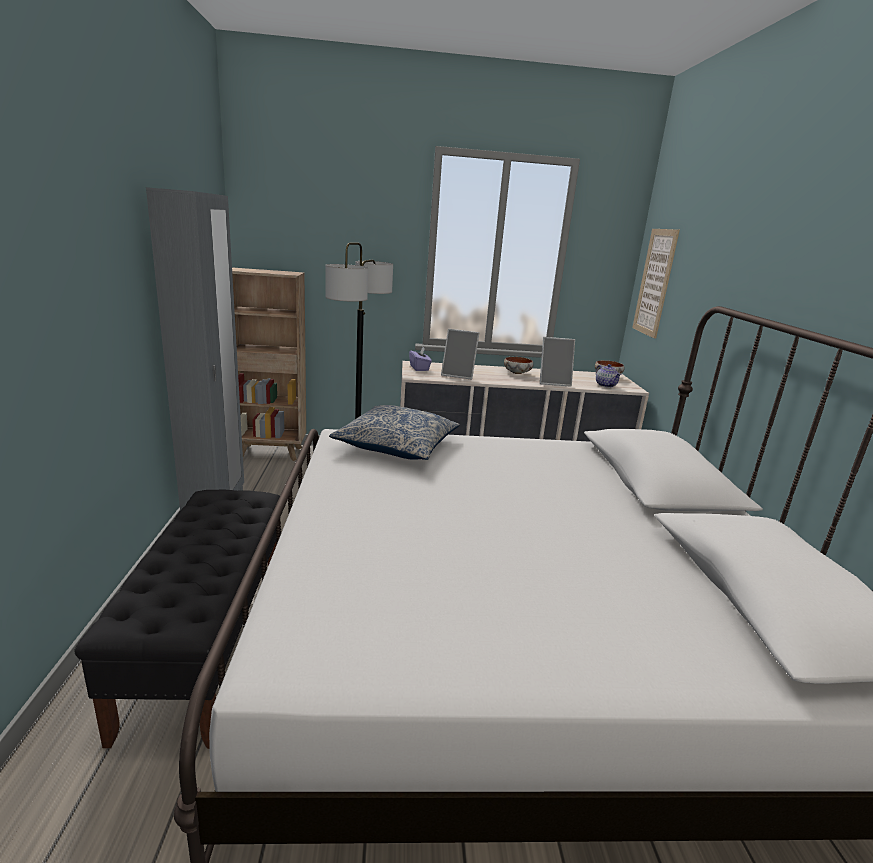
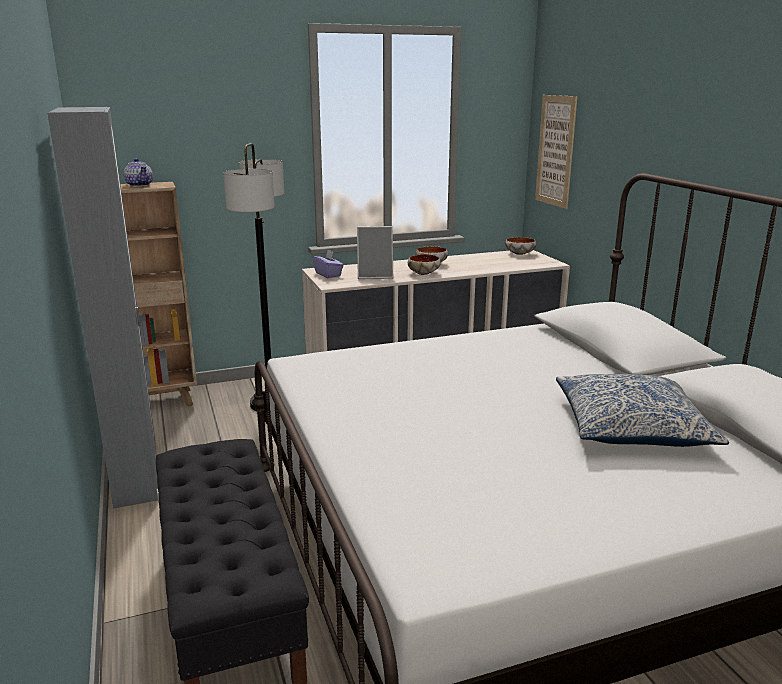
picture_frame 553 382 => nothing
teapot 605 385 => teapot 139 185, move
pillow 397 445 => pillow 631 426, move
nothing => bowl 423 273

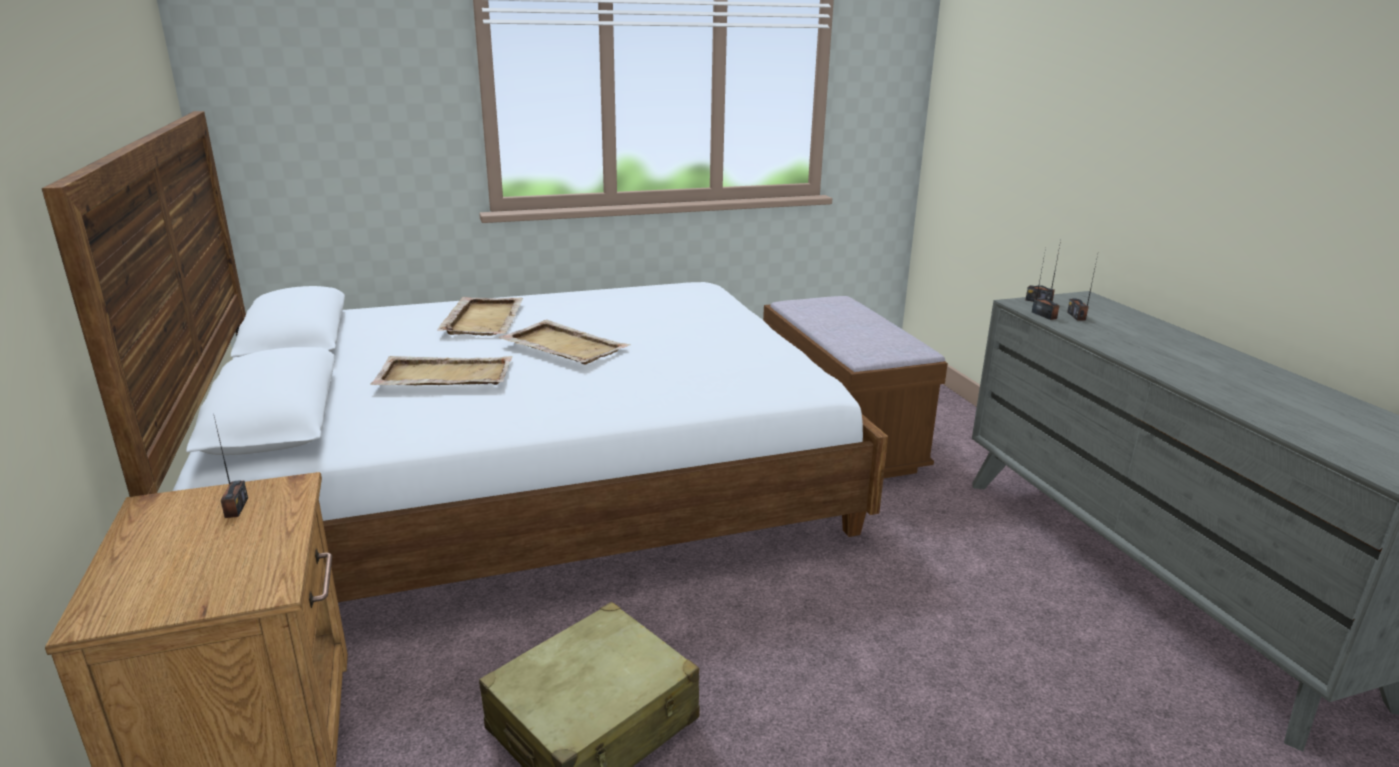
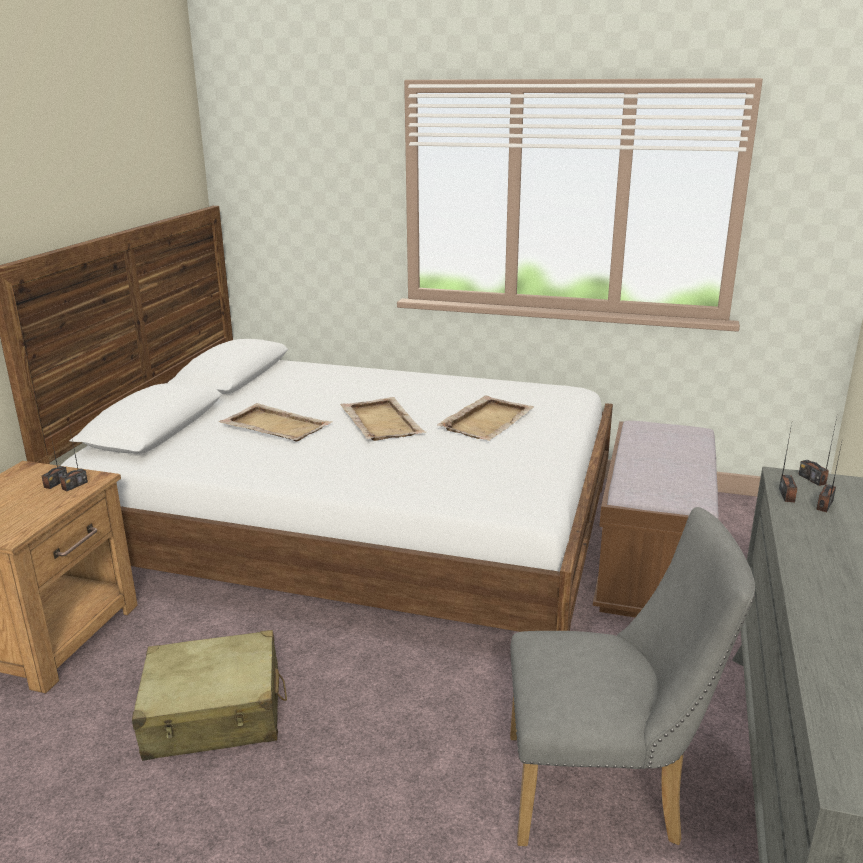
beige_tray 483 319 => beige_tray 487 421, move
nothing => radio 74 485
nothing => grey_chair 605 790

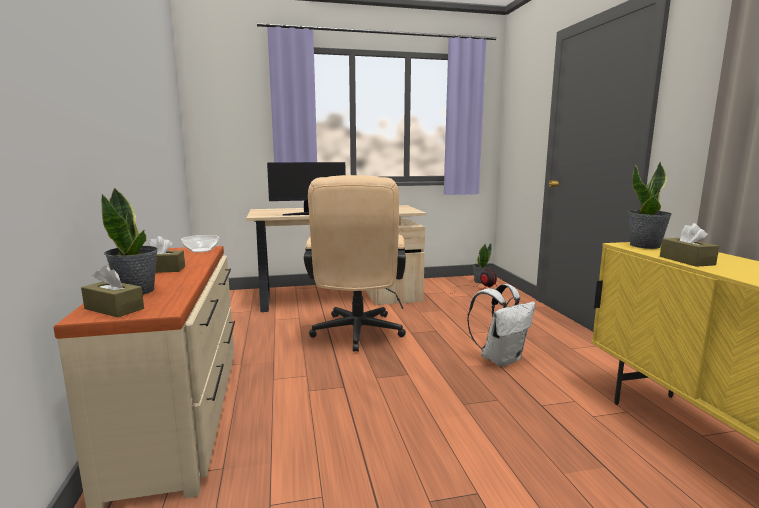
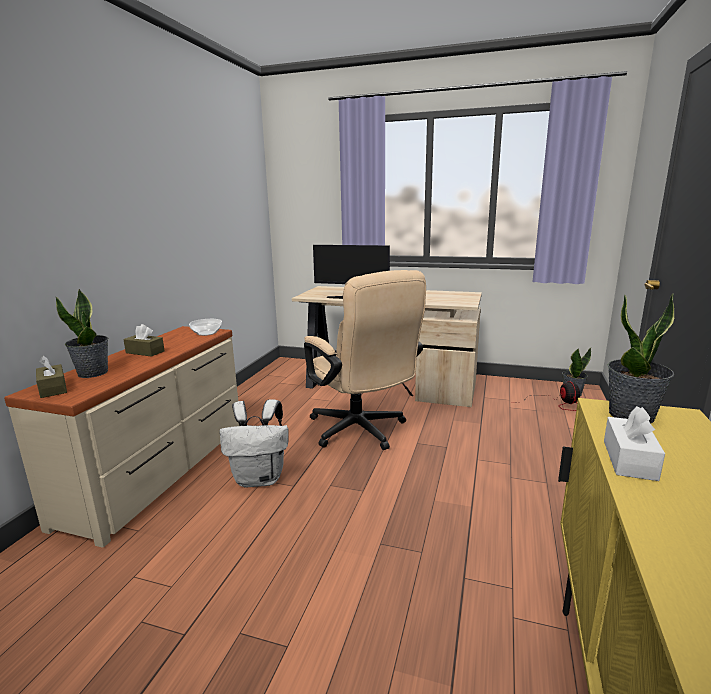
beige_office_chair 357 335 => beige_office_chair 362 432, 60 degrees counterclockwise
brown_tissue_box 686 260 => white_tissue_box 629 460
white_backpack 500 359 => white_backpack 260 478, move

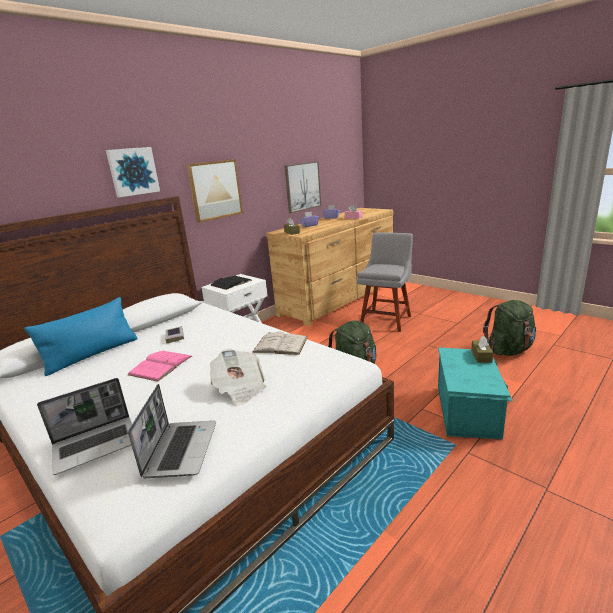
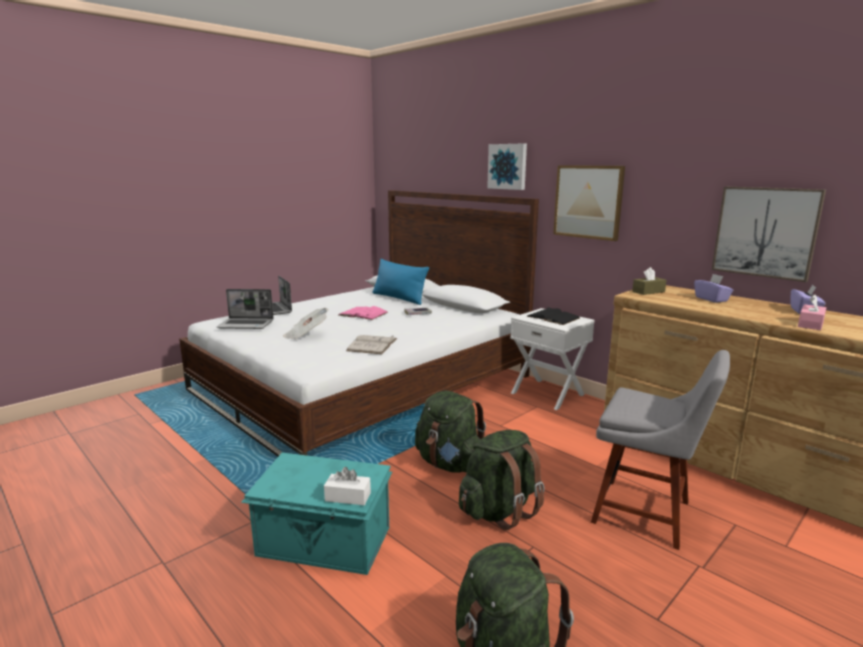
brown_tissue_box 481 356 => white_tissue_box 348 497
nothing => green_backpack 499 510

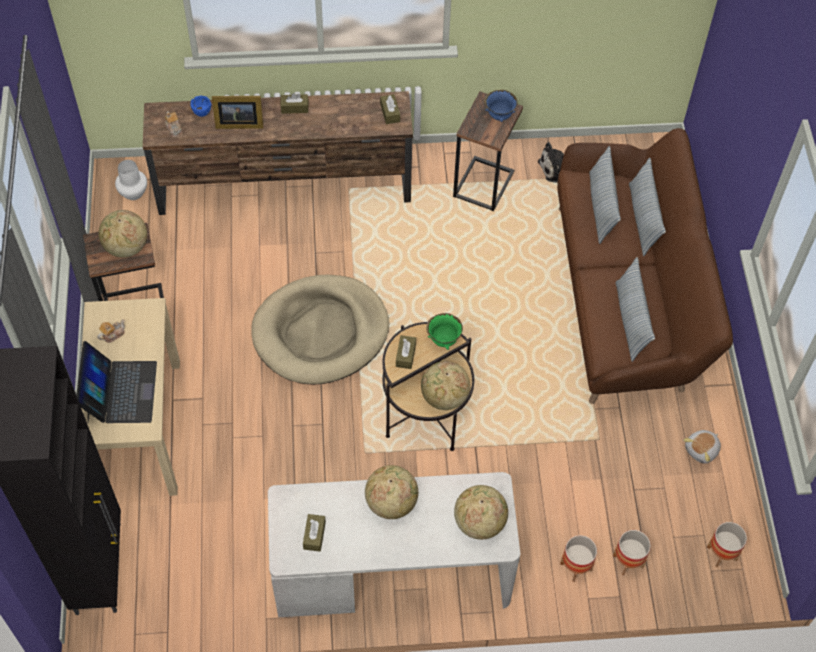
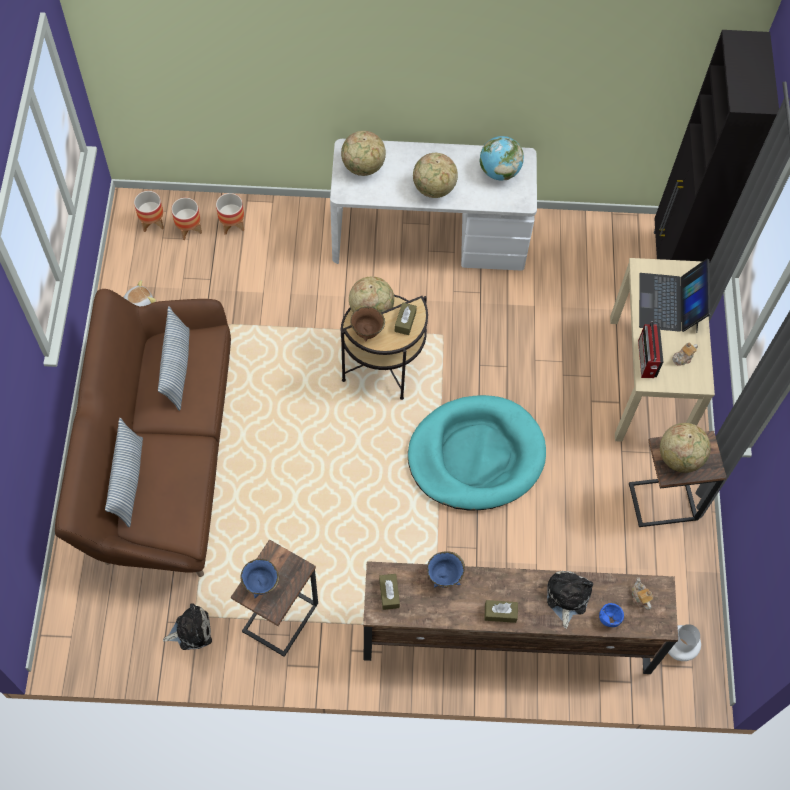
picture_frame 238 123 => plush_toy 566 597
pillow 601 207 => nothing
beige_dog_bed 320 332 => turquoise_dog_bed 476 455
green_bowl 444 340 => brown_bowl 367 332
brown_tissue_box 314 535 => globe 499 171
planter 576 567 => planter 189 229, move
nothing => radio 646 360
nothing => blue_bowl 444 577

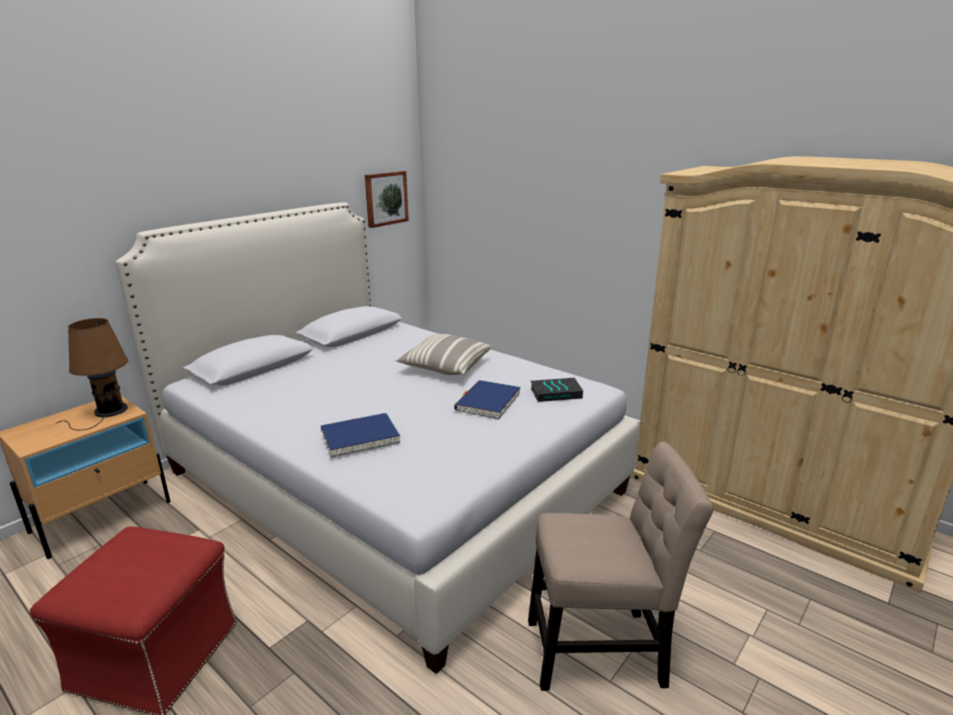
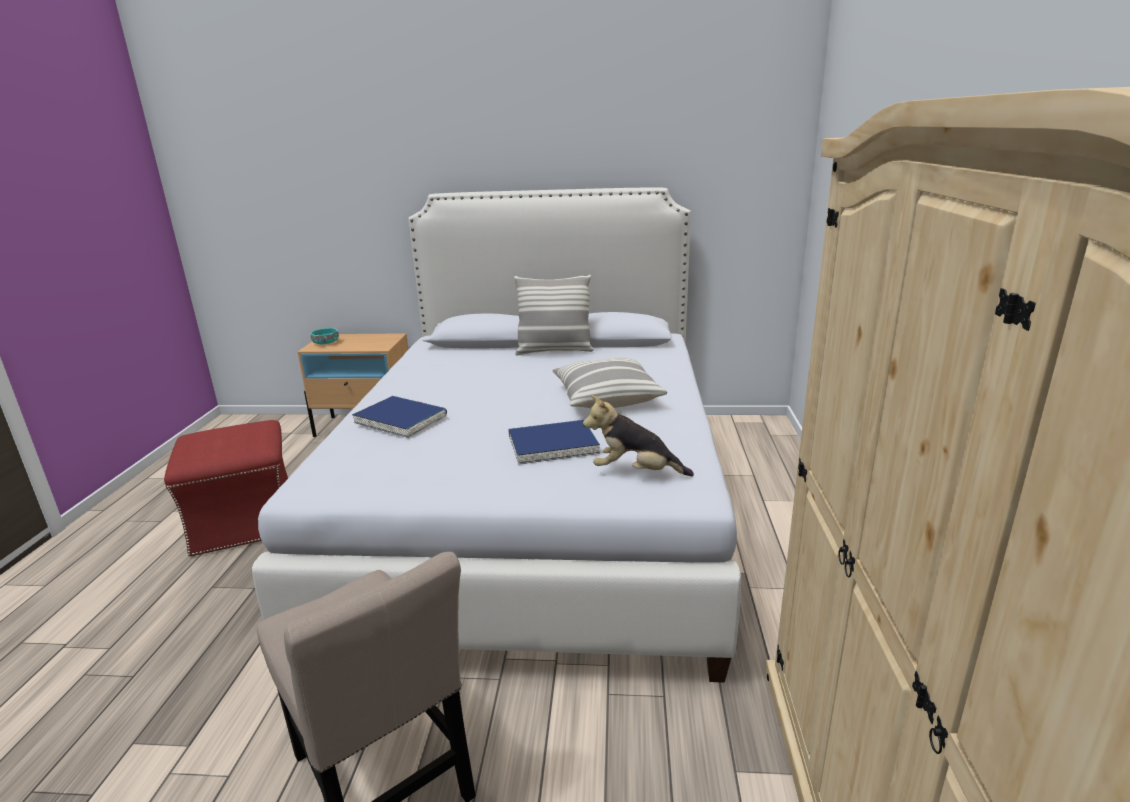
picture 385 198 => nothing
brown_table_lamp 107 412 => nothing
book 556 393 => plush_toy 635 472
nothing => pillow 554 351
nothing => turquoise_bowl 325 343

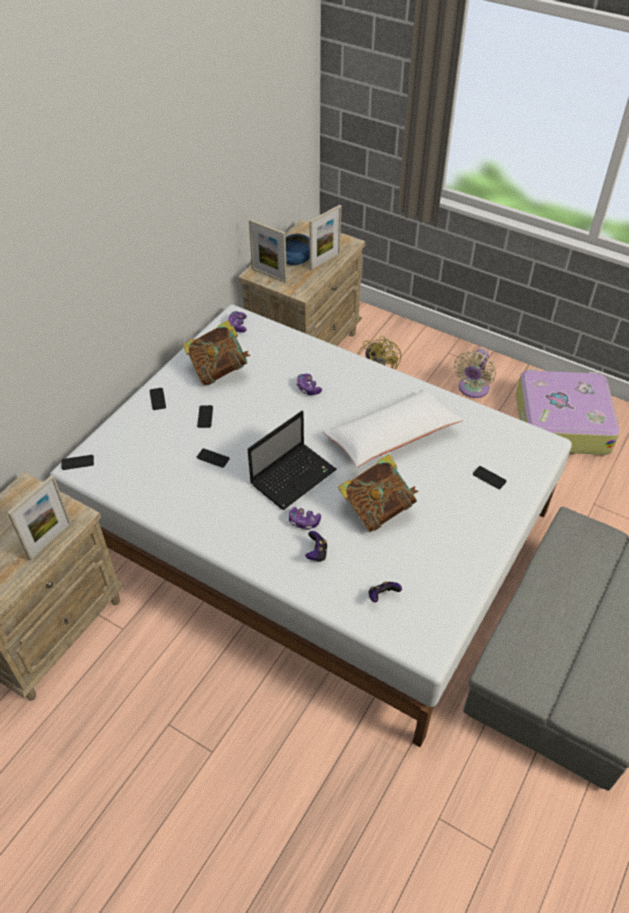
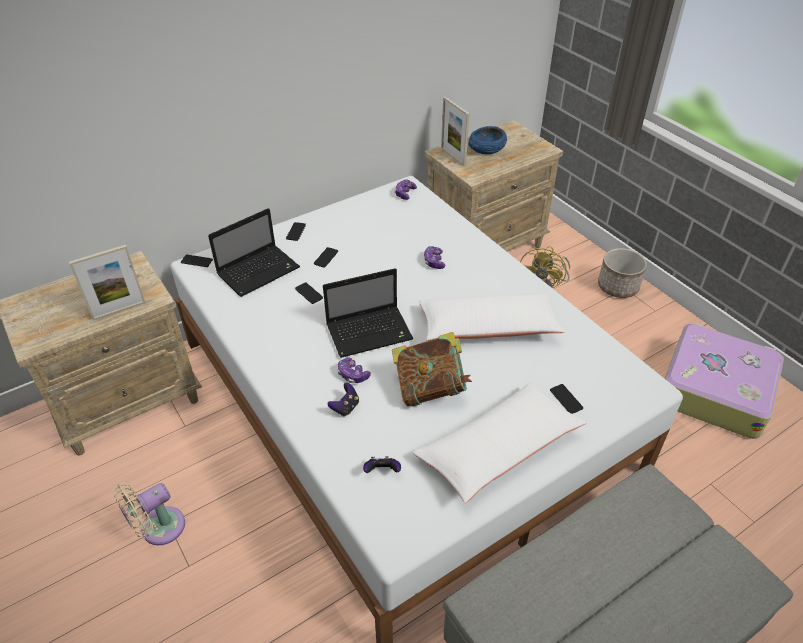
picture_frame 325 261 => nothing
book 219 370 => nothing
beige_fan 472 389 => beige_fan 158 529, move
nothing => laptop 259 270
nothing => planter 618 286
nothing => white_pillow 498 449

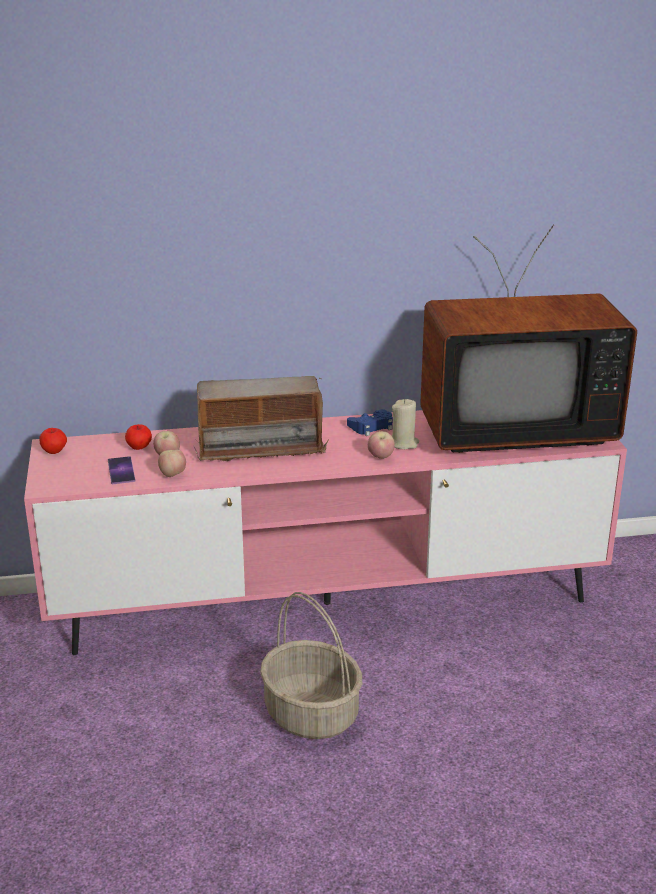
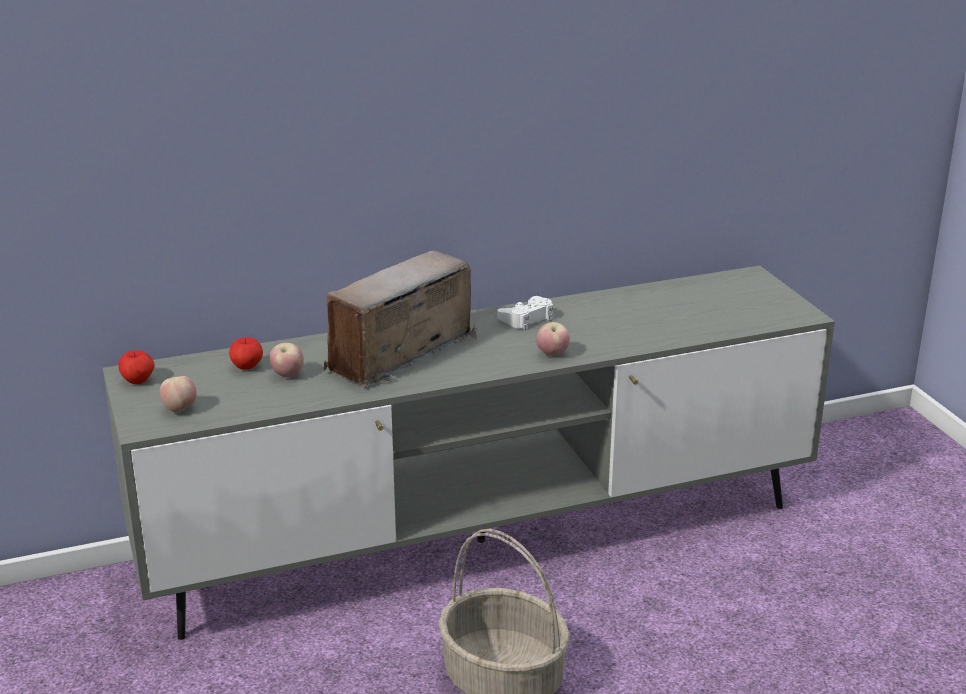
television 511 429 => nothing
radio 260 448 => radio 401 355, 150 degrees clockwise
beige_candle 403 443 => nothing
blue_game_controller 371 427 => white_game_controller 527 318
pink_tv_stand 327 603 => grey_tv_stand 481 541
apple 172 475 => apple 180 409, move
phone 121 470 => nothing

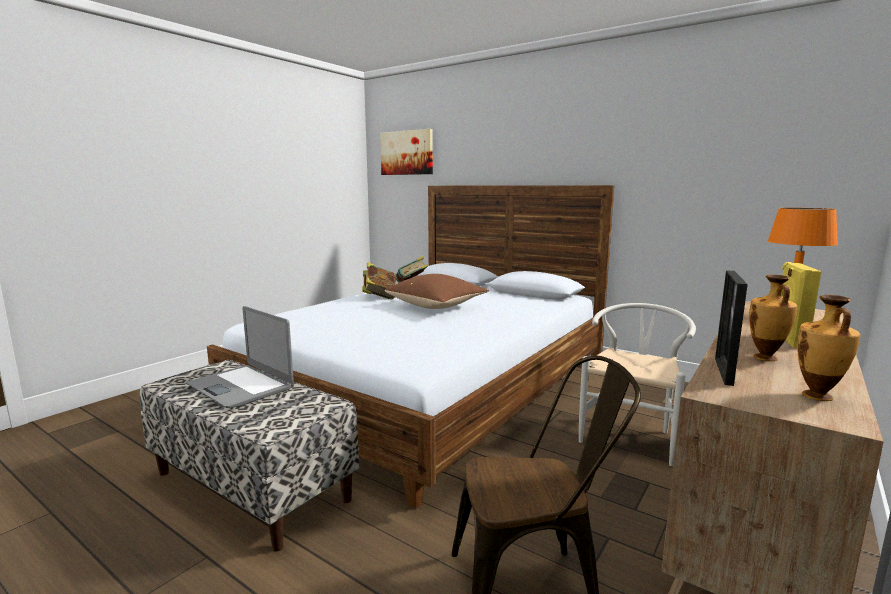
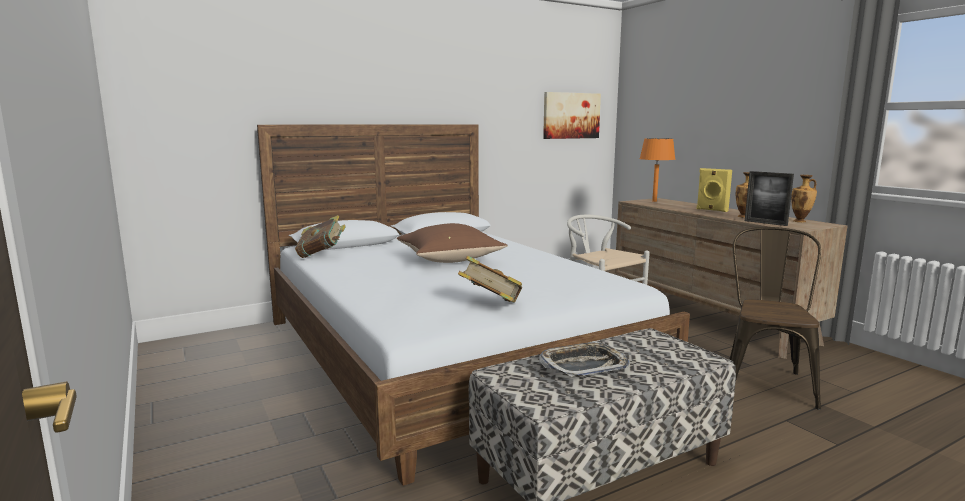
picture 407 153 => picture 571 115, move
book 379 297 => book 491 306, move
laptop 241 386 => tray 583 365

